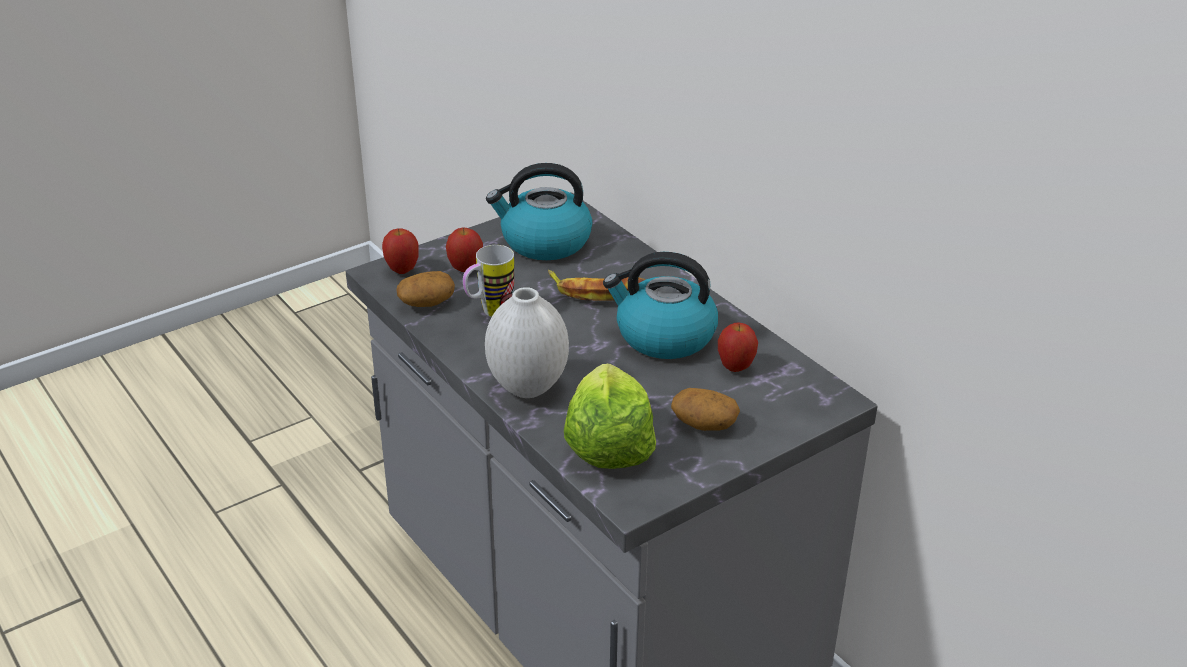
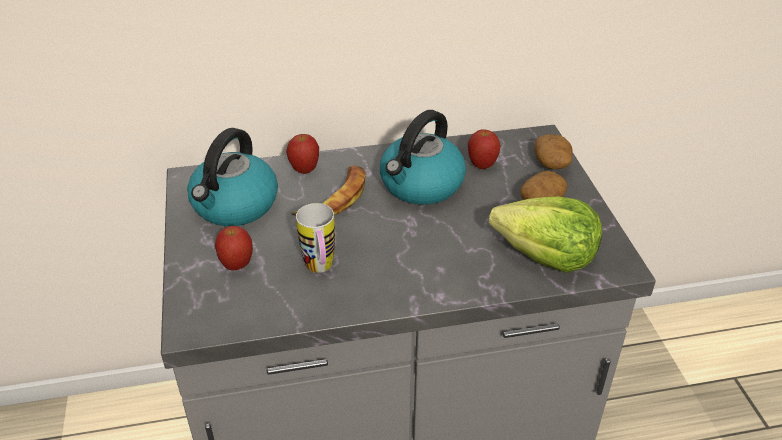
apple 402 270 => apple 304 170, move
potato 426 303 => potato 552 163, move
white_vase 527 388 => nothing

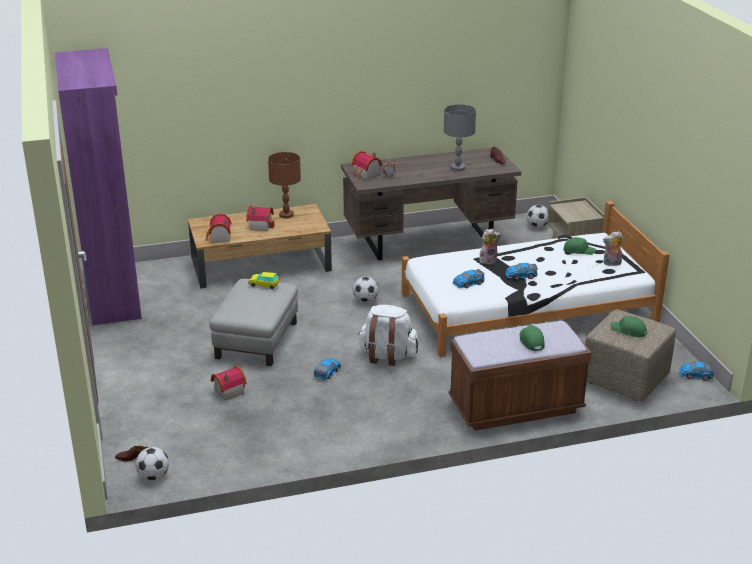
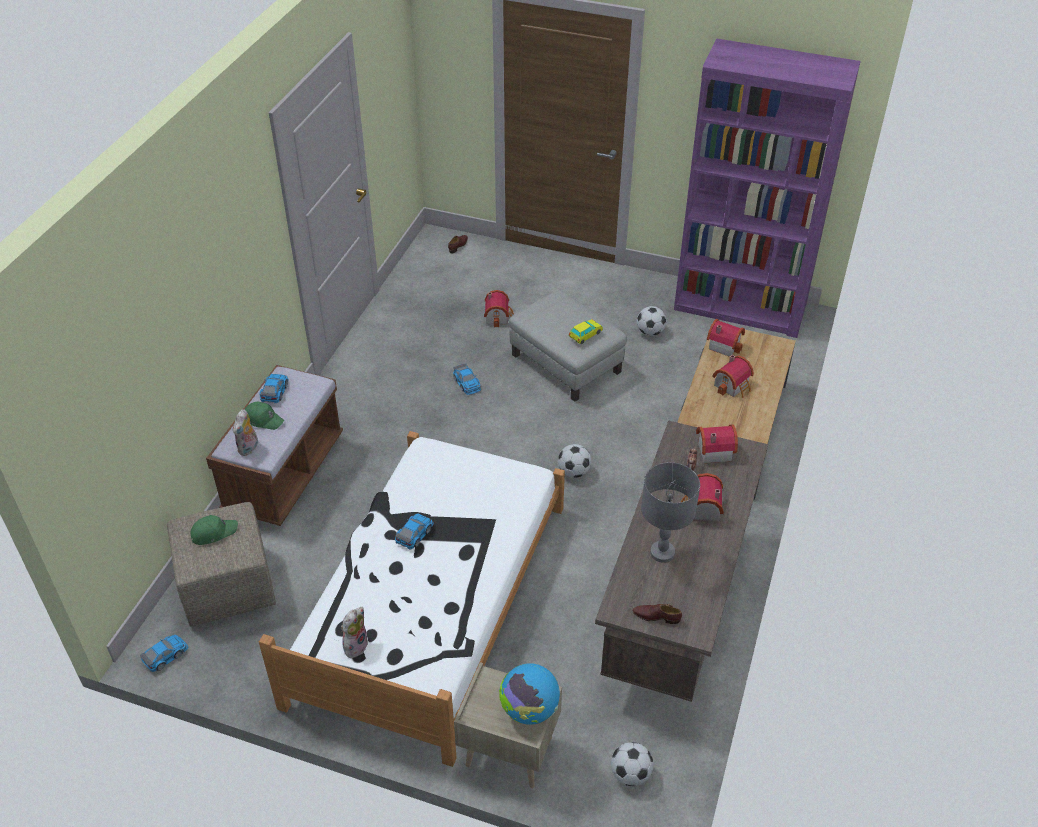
brown_table_lamp 286 215 => nothing
plush_toy 488 260 => plush_toy 249 448, move
green_cap 578 250 => nothing
toy_car 468 283 => toy_car 275 391, move
white_backpack 387 356 => nothing
football 153 476 => football 650 332, move
nothing => toy_house 701 509
nothing => globe 529 710

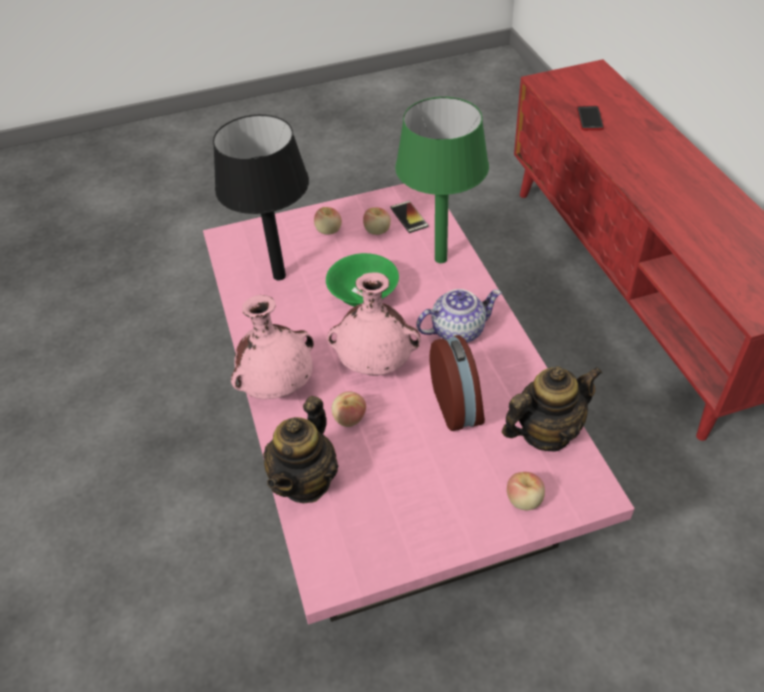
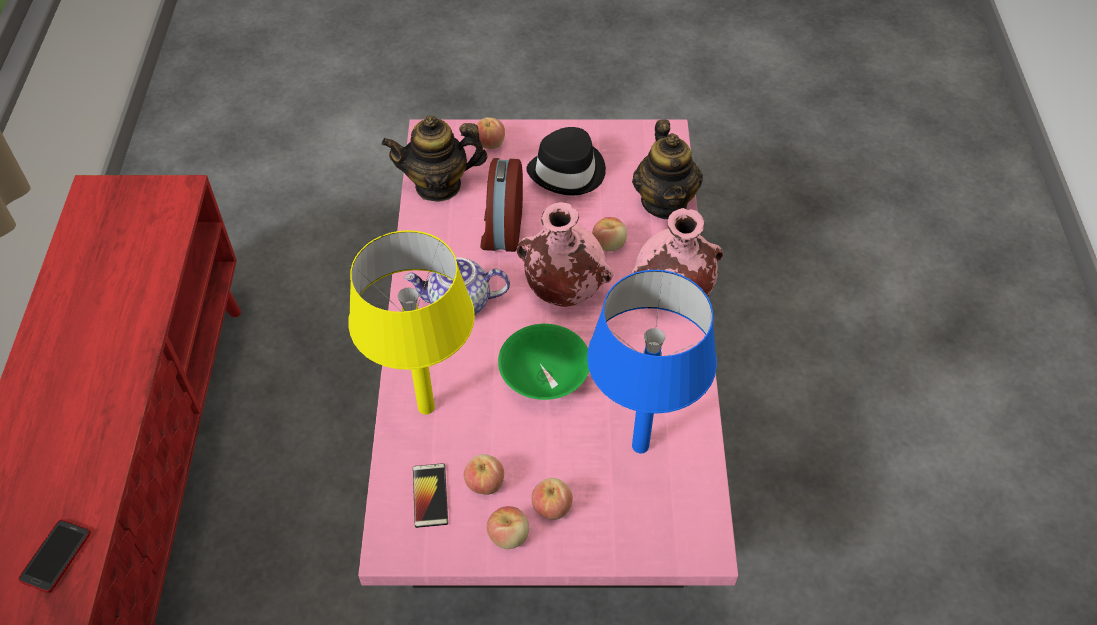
green_table_lamp 440 259 => yellow_table_lamp 426 408
black_table_lamp 280 275 => blue_table_lamp 639 446
teapot 306 481 => teapot 665 202, 135 degrees clockwise
nothing => black_hat 568 172
nothing => apple 509 536

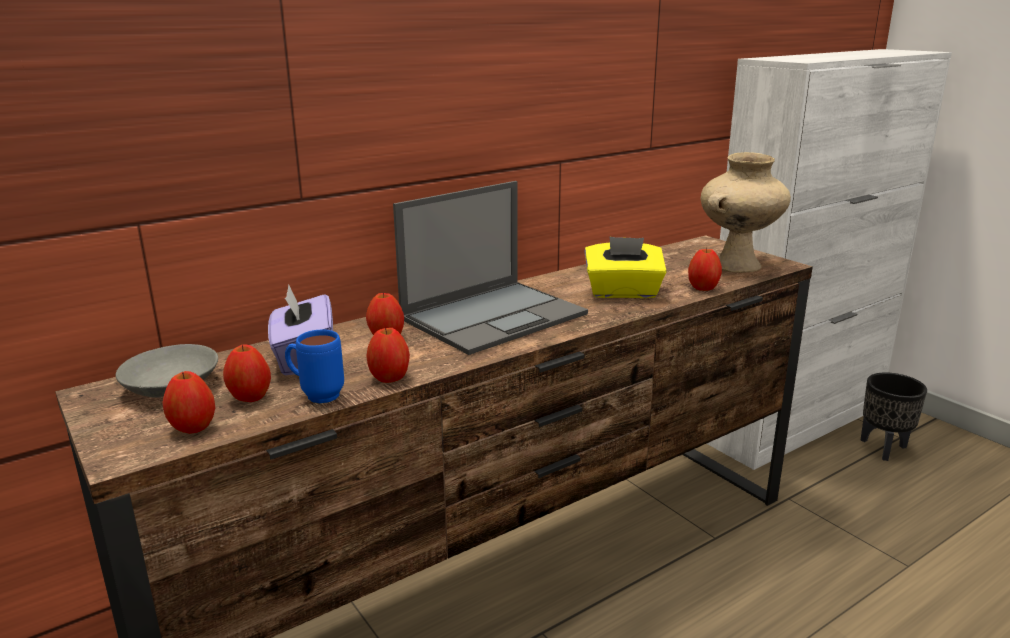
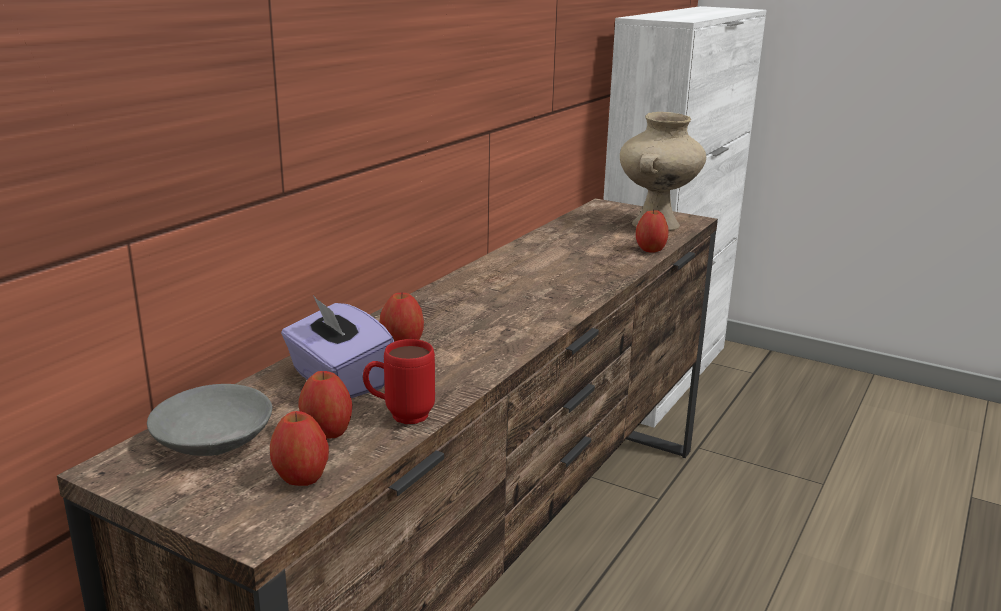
laptop 495 316 => nothing
yellow_tissue_box 623 292 => nothing
apple 390 377 => nothing
blue_mug 316 395 => red_mug 400 416
black_planter 883 449 => nothing

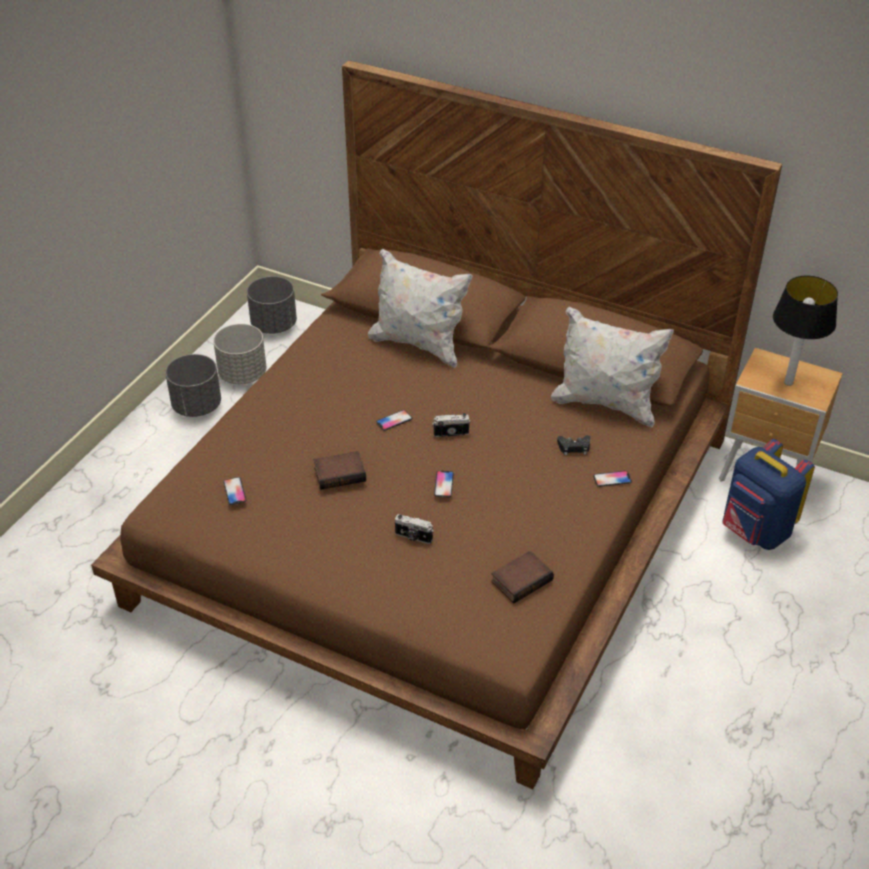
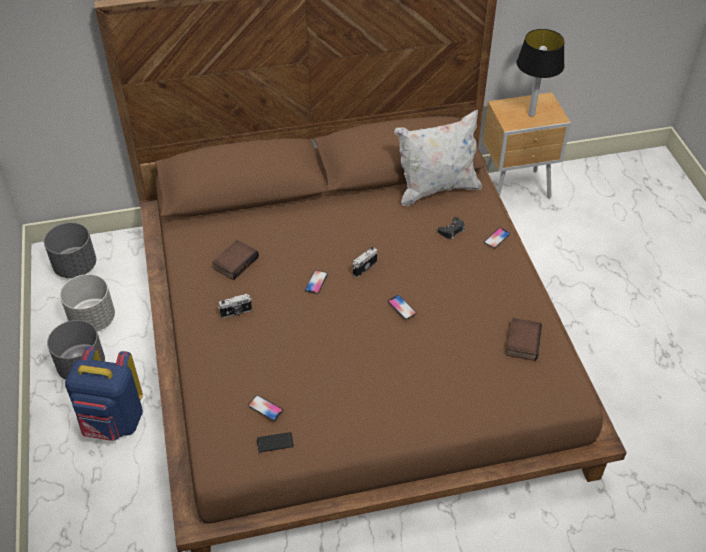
white_pillow 418 344 => nothing
blue_backpack 755 532 => blue_backpack 113 423, move
book 340 473 => book 235 262, move
photo_camera 413 537 => photo_camera 236 312, move
nothing => phone 275 442

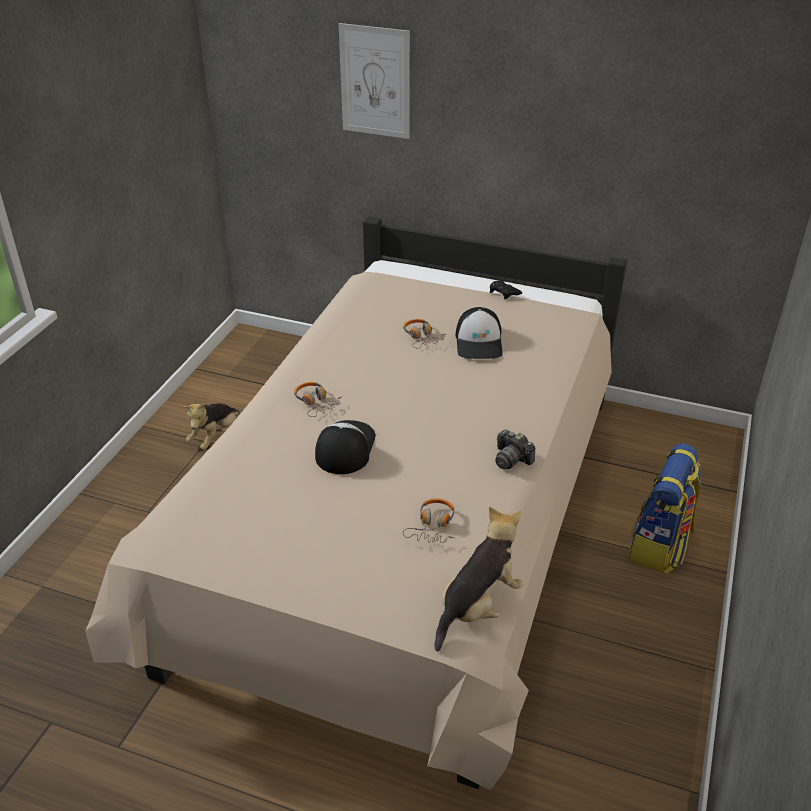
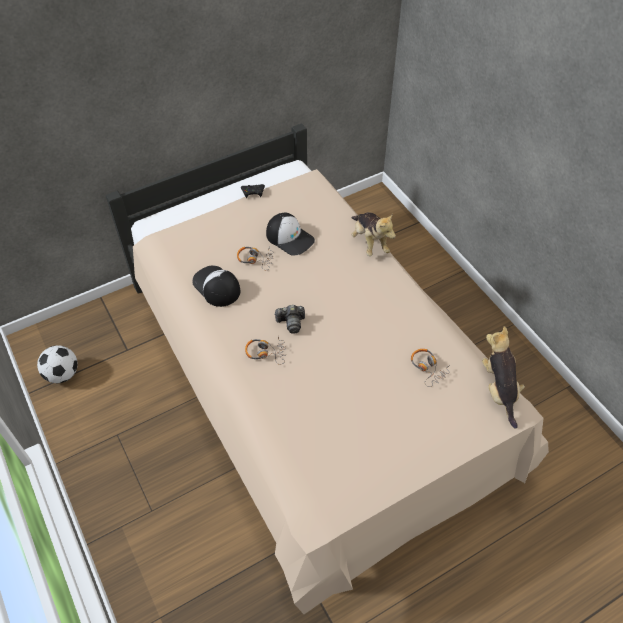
picture 375 81 => nothing
plush_toy 215 436 => plush_toy 369 242, move
cap 344 448 => cap 216 287, move
photo_camera 511 459 => photo_camera 291 322, move
backpack 659 546 => nothing
nothing => football 62 374

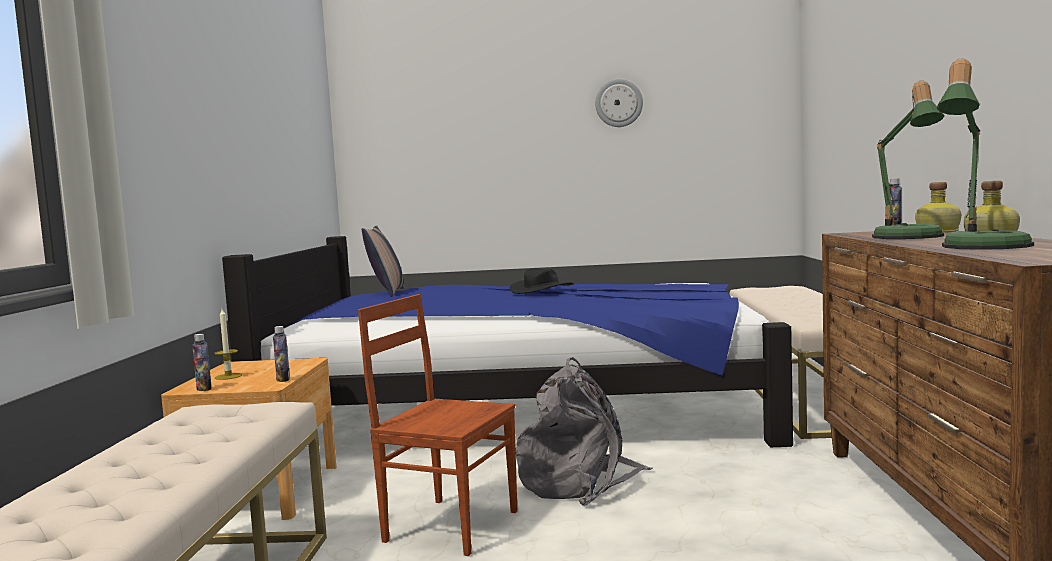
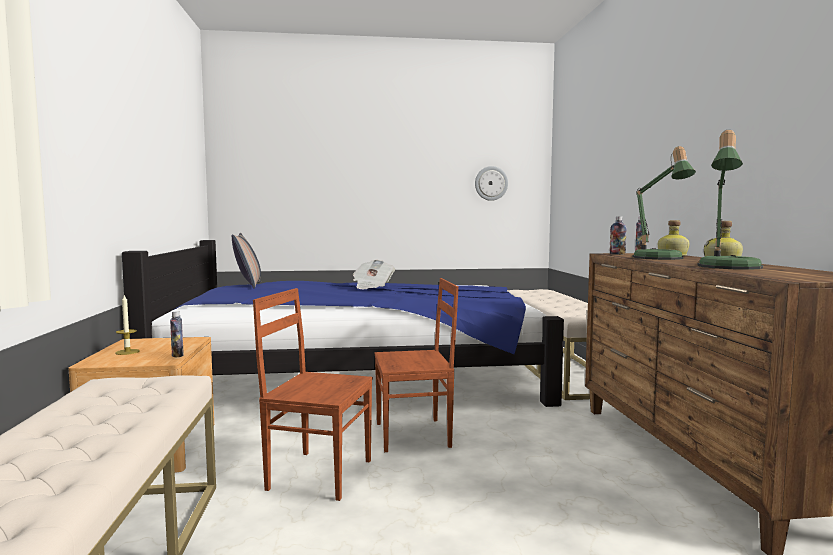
wall_clock 618 103 => wall_clock 491 183, move
black_hat 542 289 => newspaper 372 286
bottle 204 389 => bottle 617 254, move
grey_backpack 580 482 => brown_chair 414 435

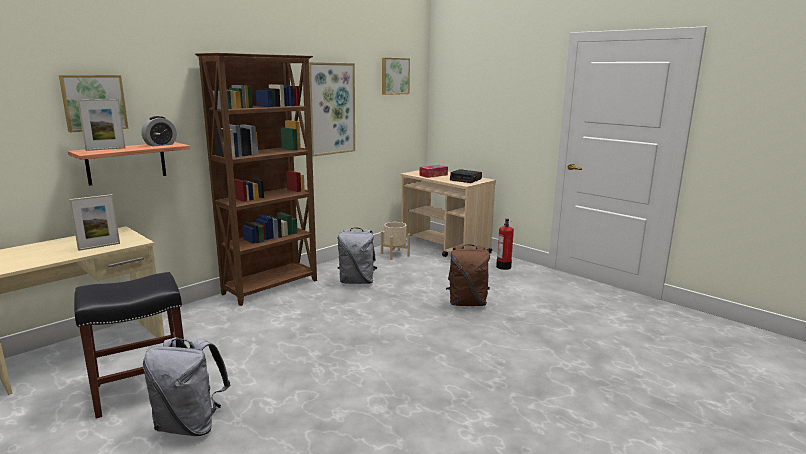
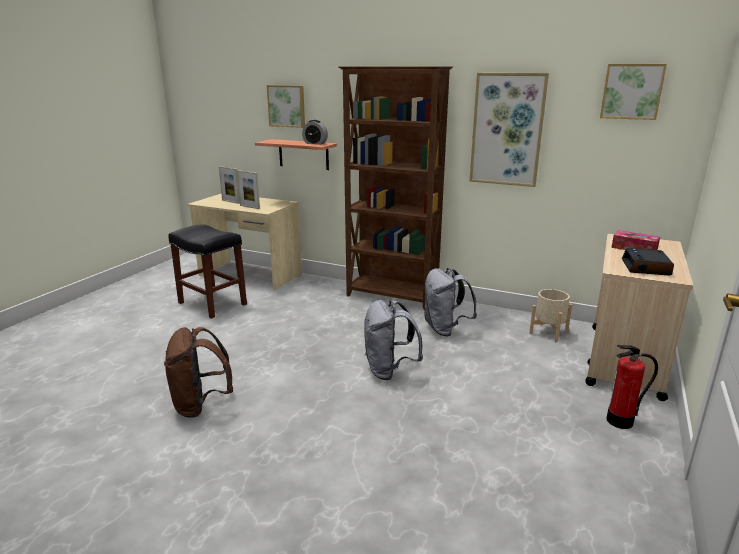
picture_frame 105 149 => picture_frame 230 202, move
brown_backpack 467 303 => brown_backpack 201 405, move
grey_backpack 190 425 => grey_backpack 389 370, move

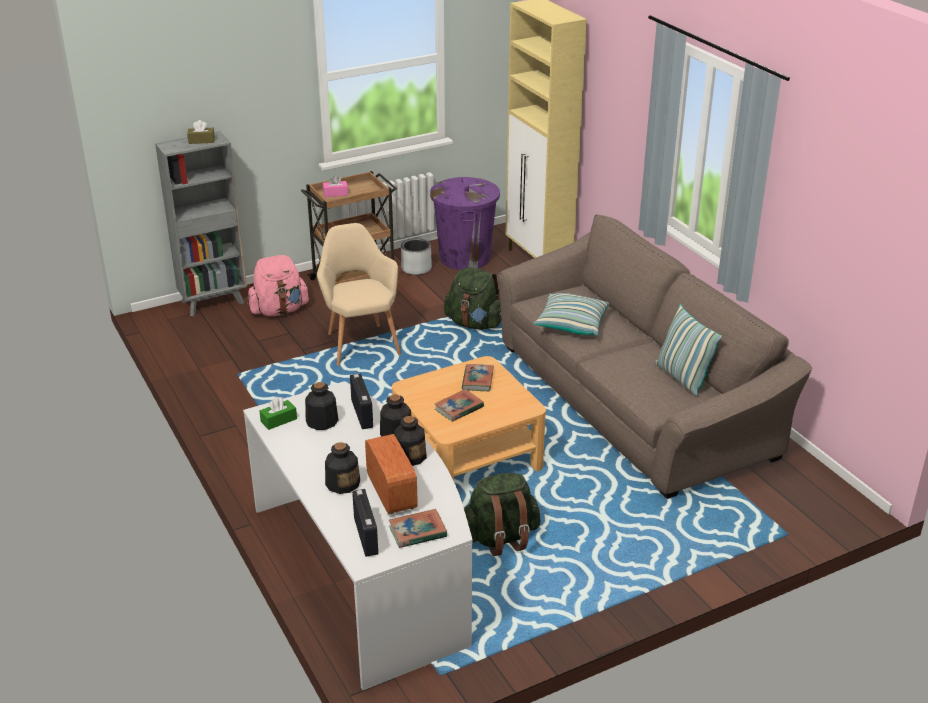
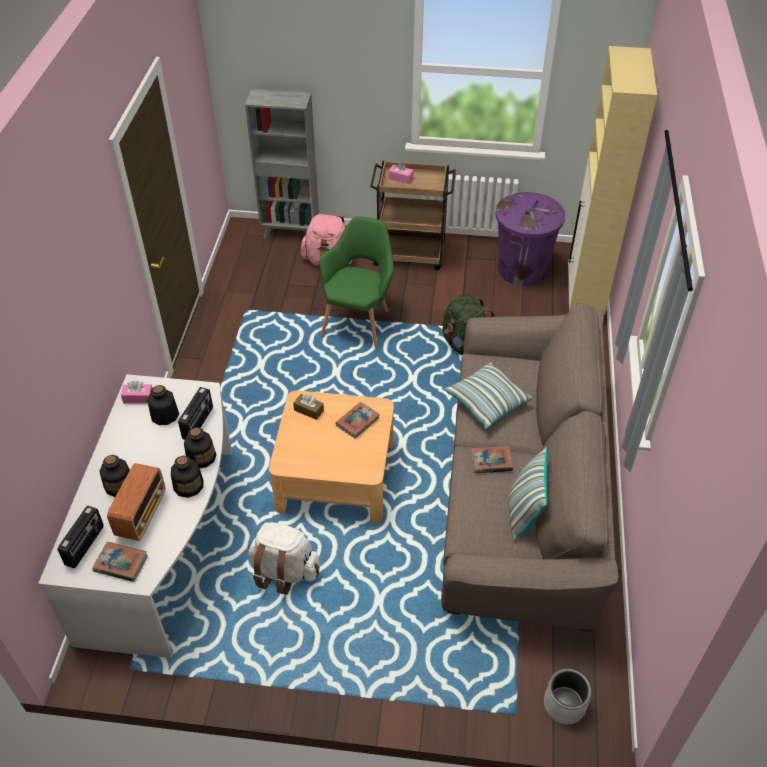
brown_tissue_box 201 140 => brown_tissue_box 309 410, move
beige_armchair 360 342 => green_armchair 359 321
grey_planter 416 269 => grey_planter 564 705, move
book 459 408 => book 491 461, move
green_tissue_box 278 420 => pink_tissue_box 138 398
green_backpack 500 538 => white_backpack 284 571

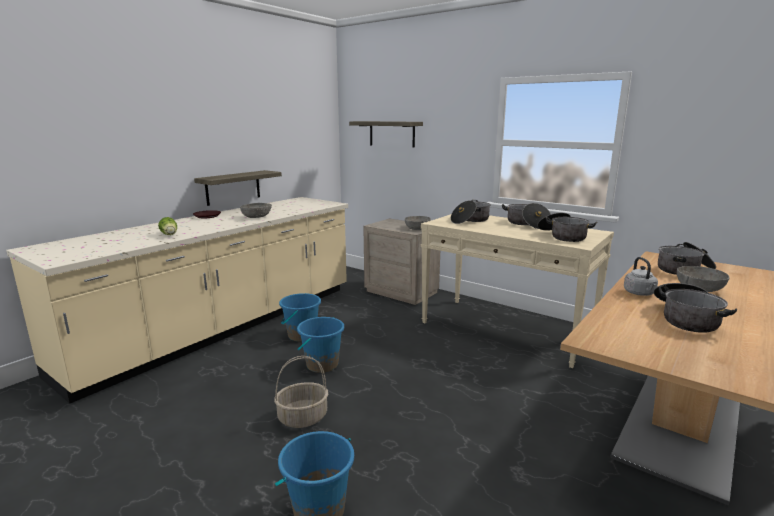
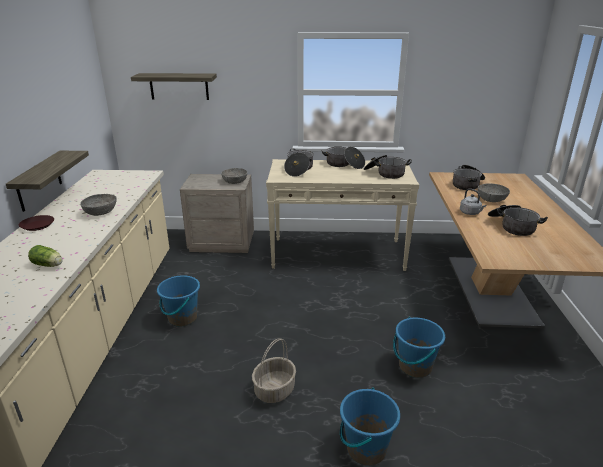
blue_bucket 322 365 => blue_bucket 414 366, move

